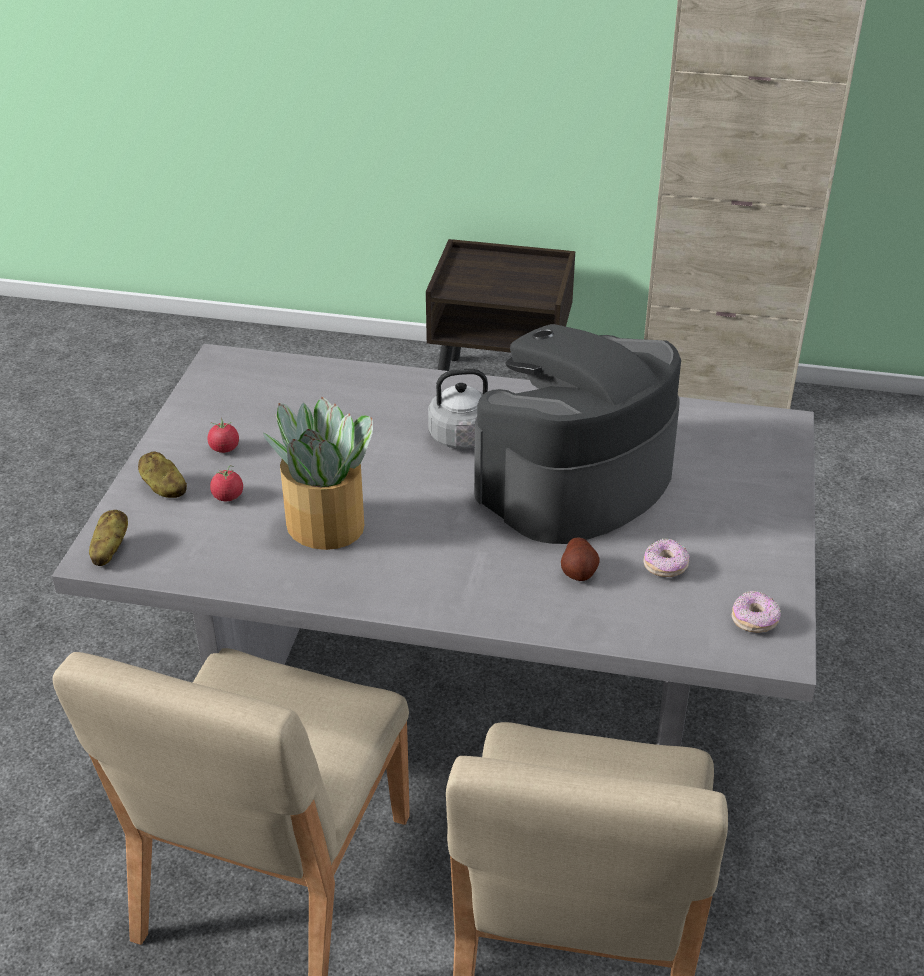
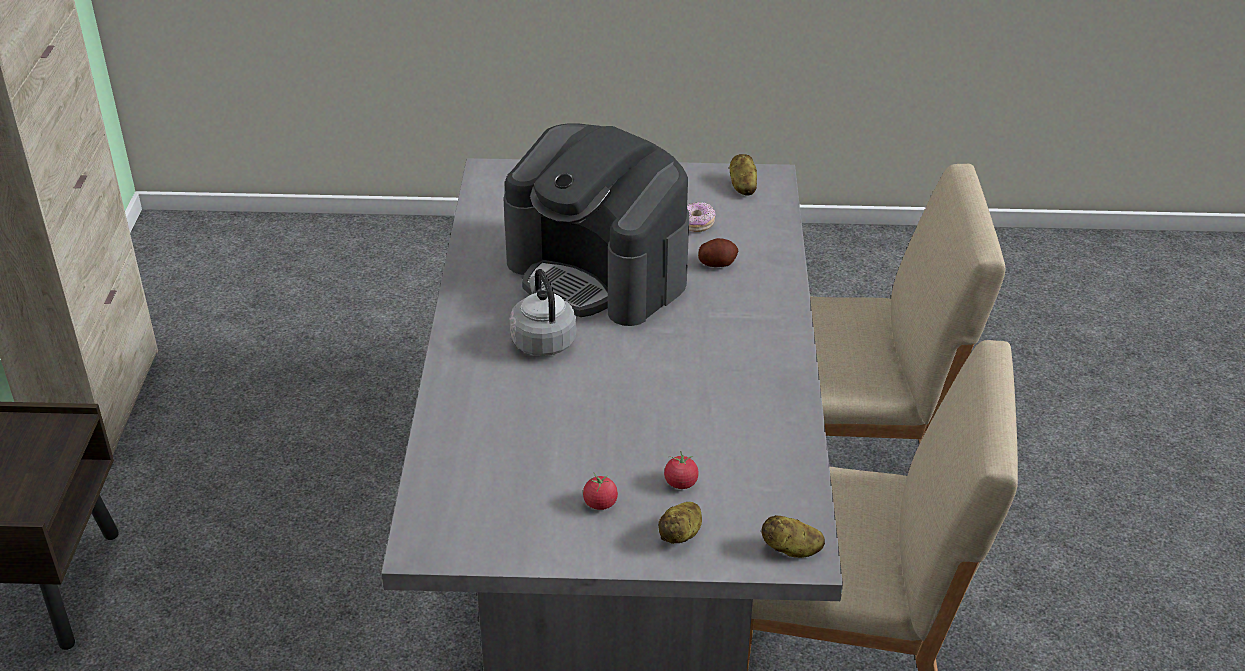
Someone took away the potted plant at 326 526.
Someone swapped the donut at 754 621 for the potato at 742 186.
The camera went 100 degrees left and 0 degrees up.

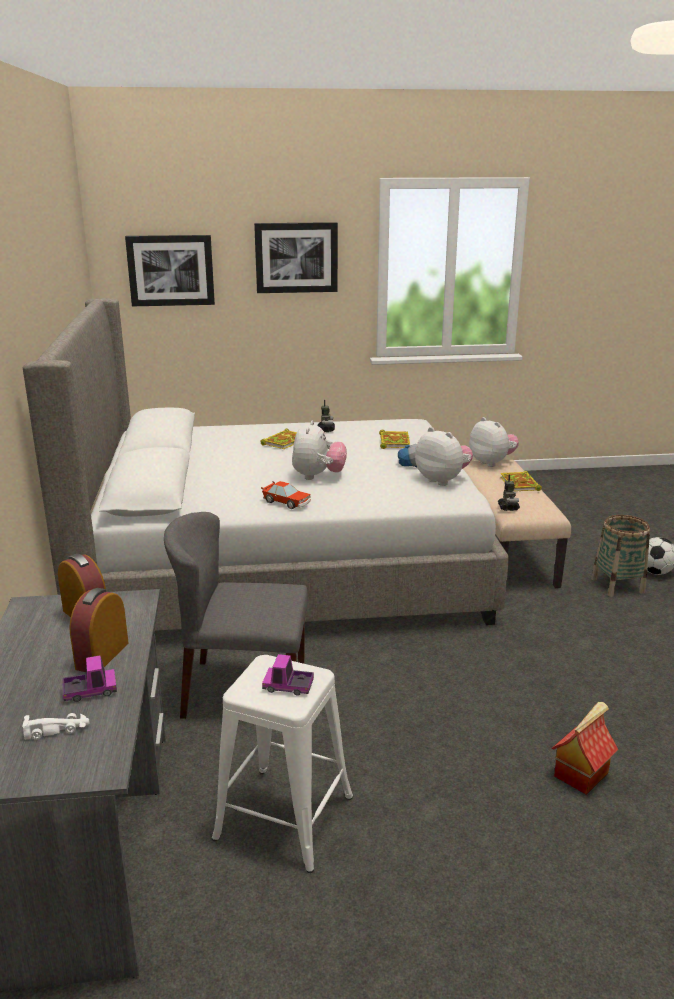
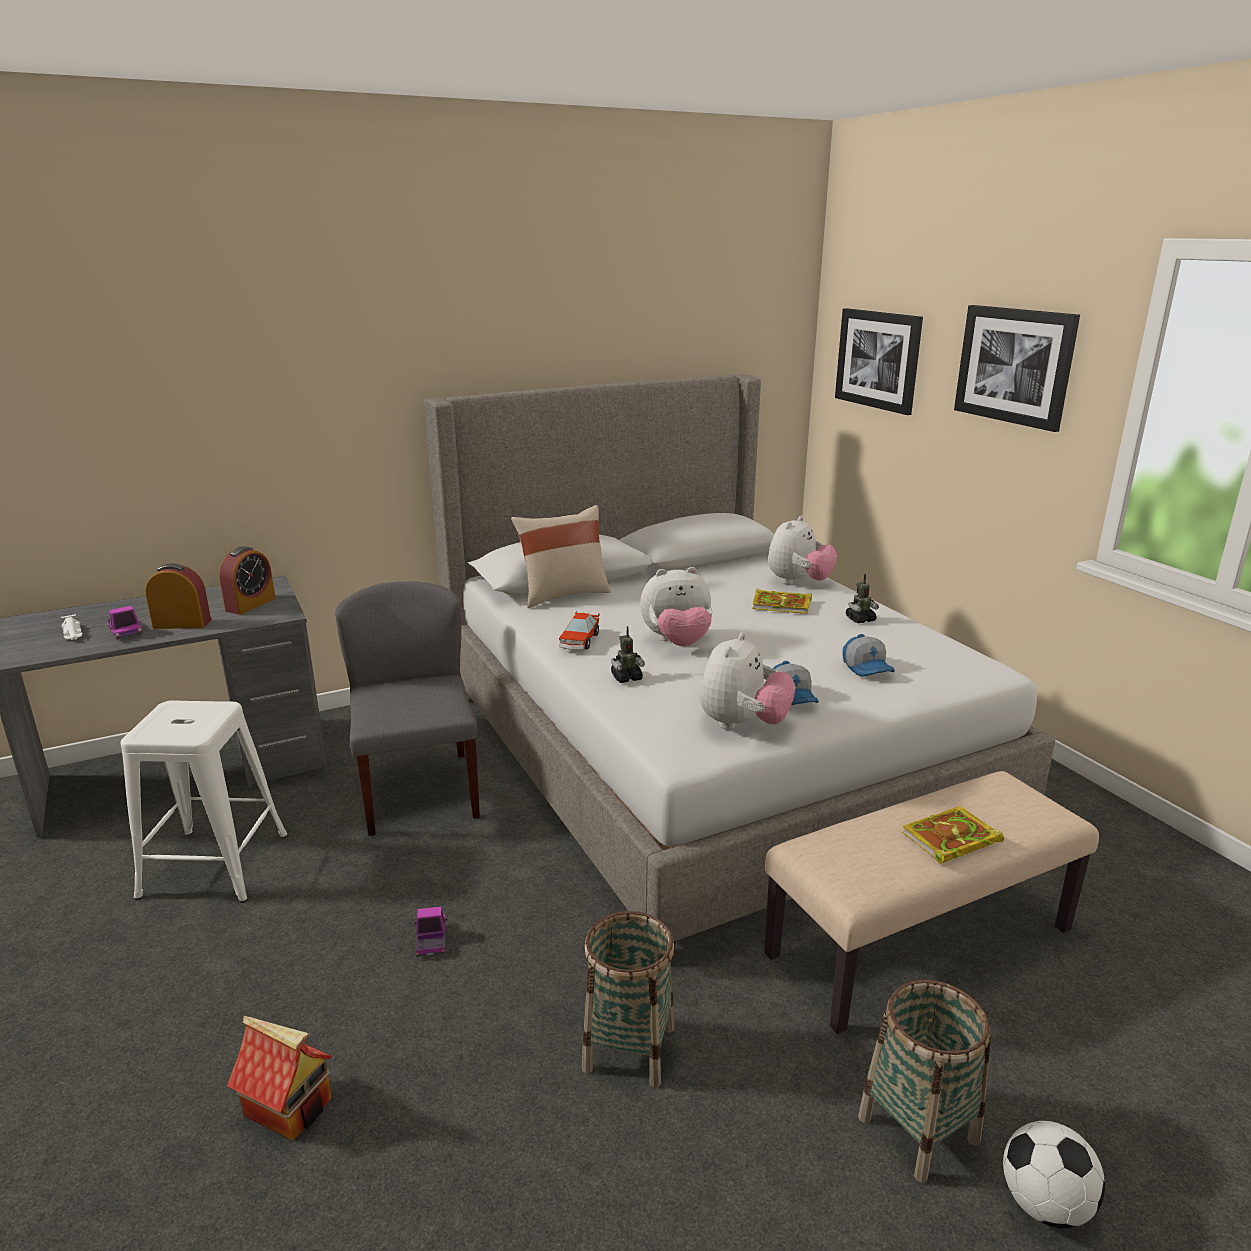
Someone put down the pillow (beige) at 563 595.
Someone put down the basket at 629 1048.
Someone carried the toy truck from 288 686 to 431 941.
Someone carried the plush toy from 492 463 to 798 582.
Someone carried the toy robot from 508 508 to 626 677.
Someone swapped the book at 394 442 for the cap at 868 668.
The camera went 70 degrees right and 0 degrees up.

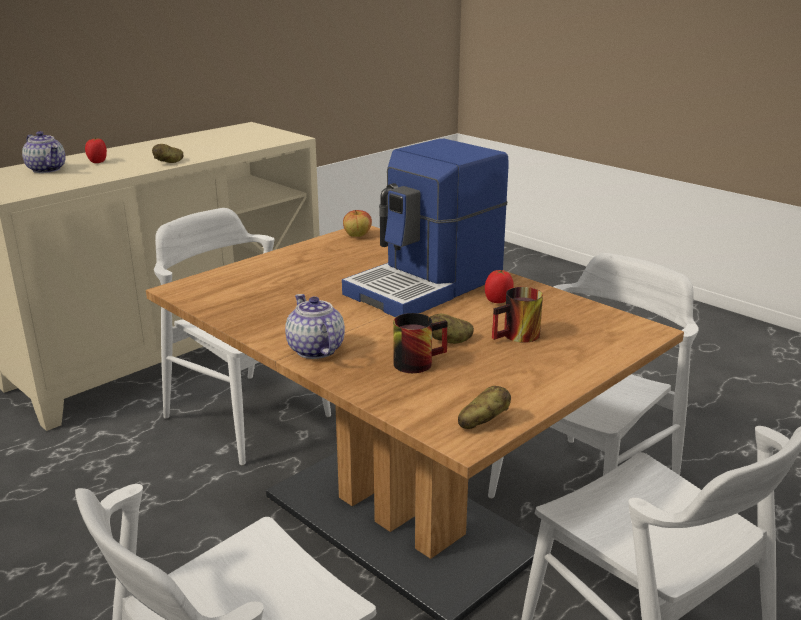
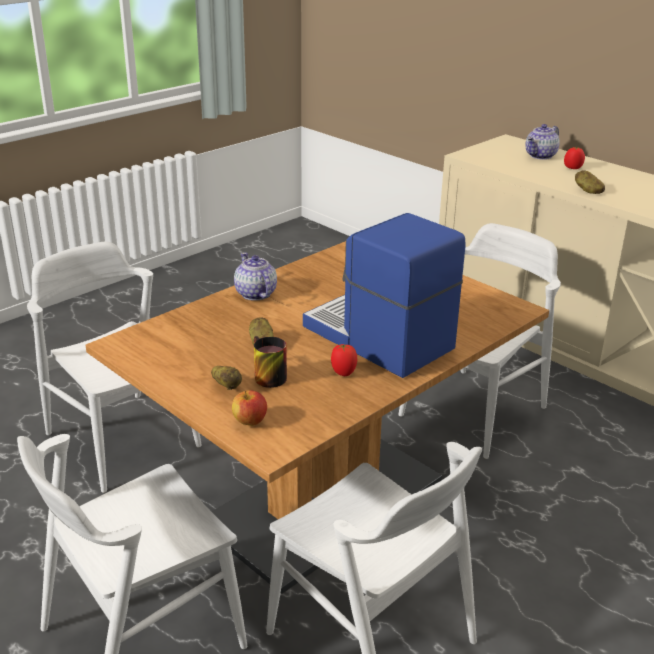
Someone took away the mug at 417 360.
Someone carried the apple from 357 235 to 250 421.
Someone carried the potato from 482 422 to 227 386.
Someone rotated the teapot at 314 350 by 90 degrees counterclockwise.
The camera went 90 degrees right and 5 degrees up.

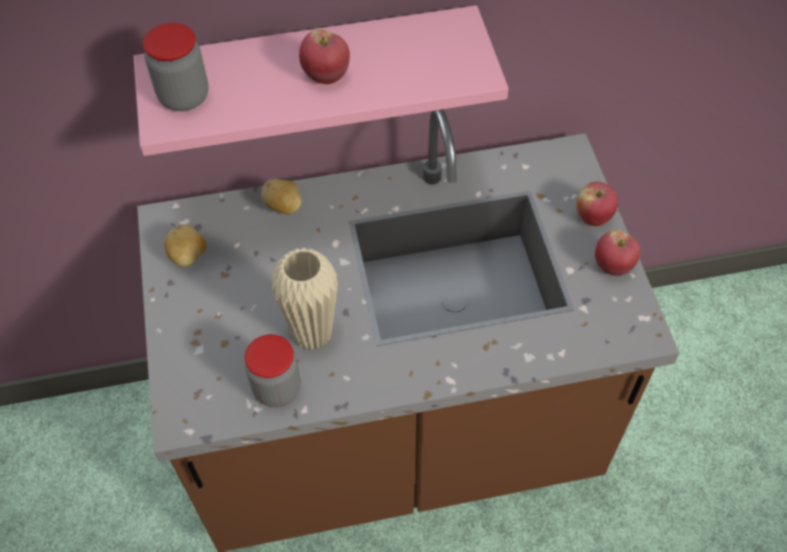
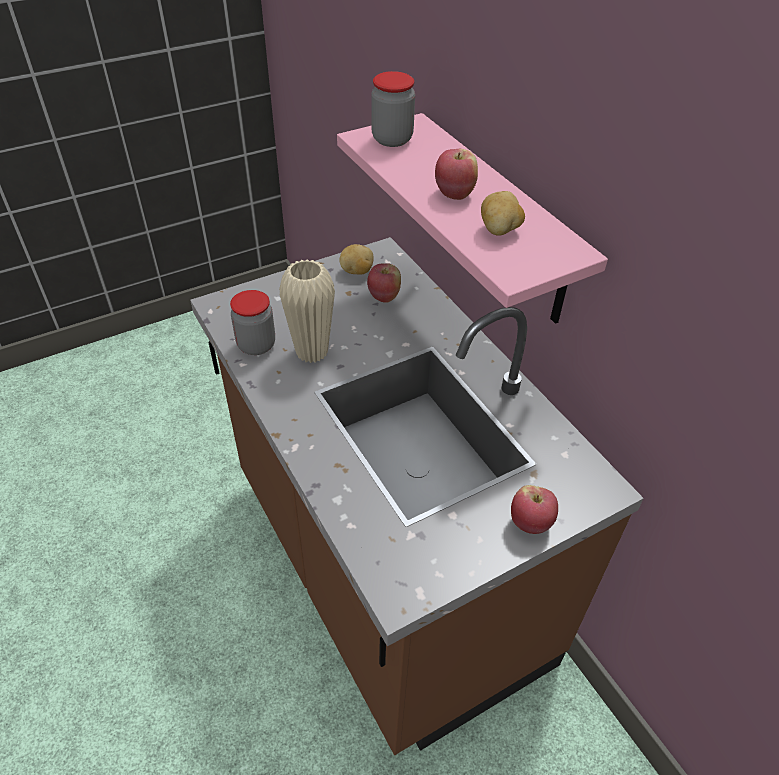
Someone carried the potato from 284 207 to 499 230.
Someone carried the apple from 613 266 to 384 296.
The camera went 70 degrees right and 10 degrees down.

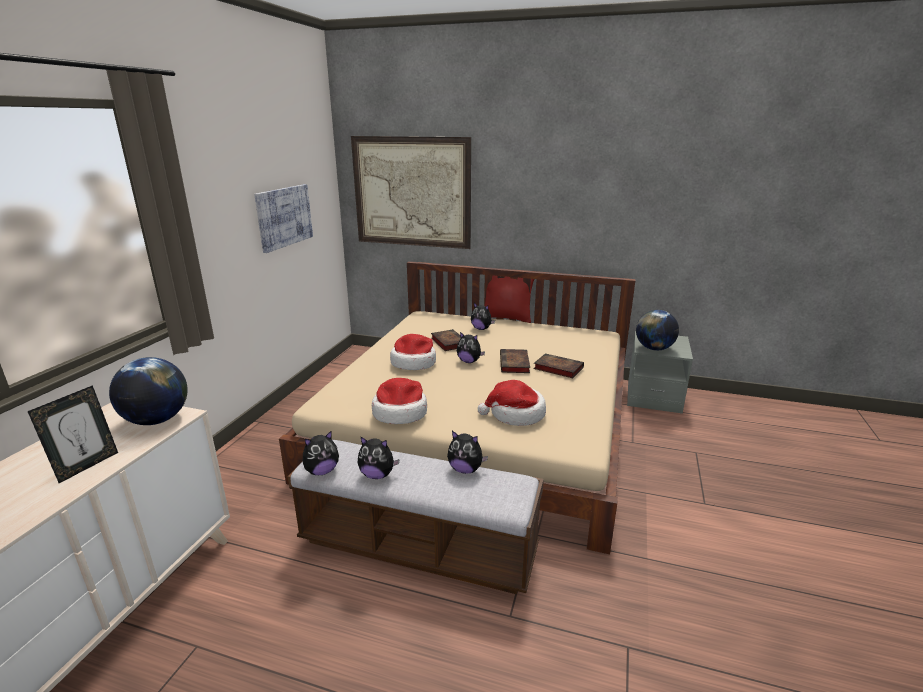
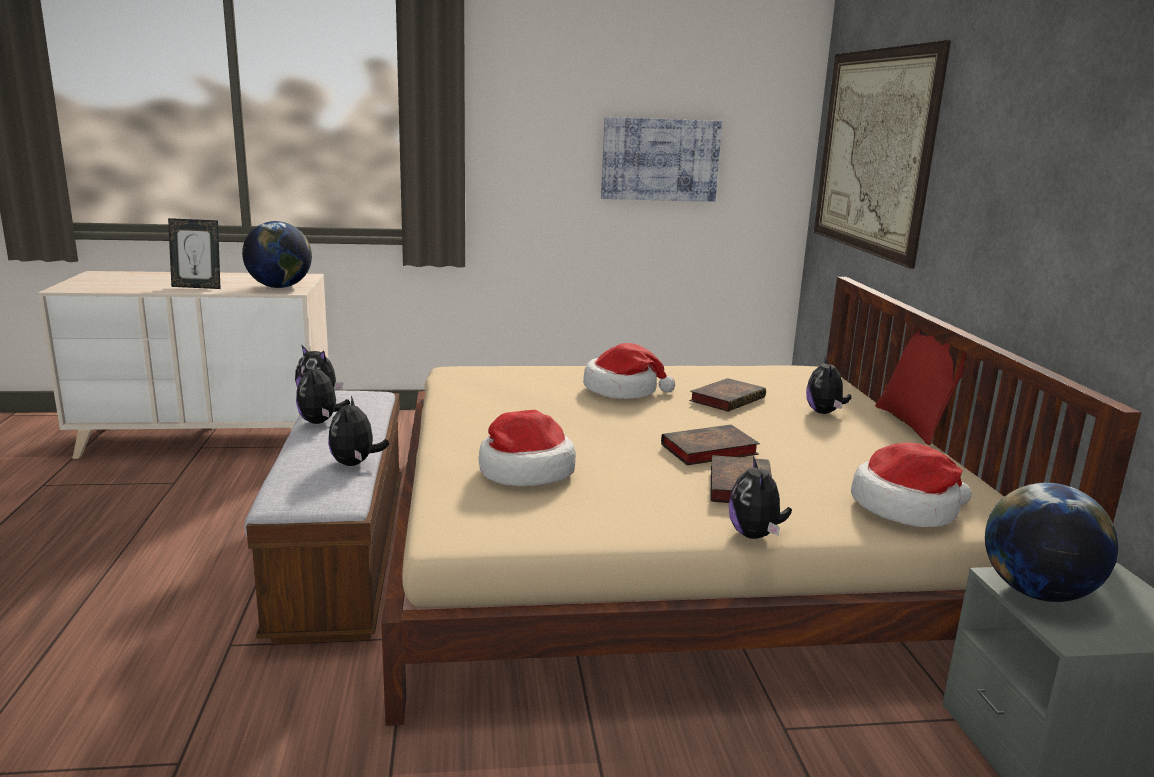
Someone carried the hat from 400 412 to 906 508.
Someone carried the plush toy from 469 361 to 755 535.
The camera went 65 degrees right and 5 degrees down.

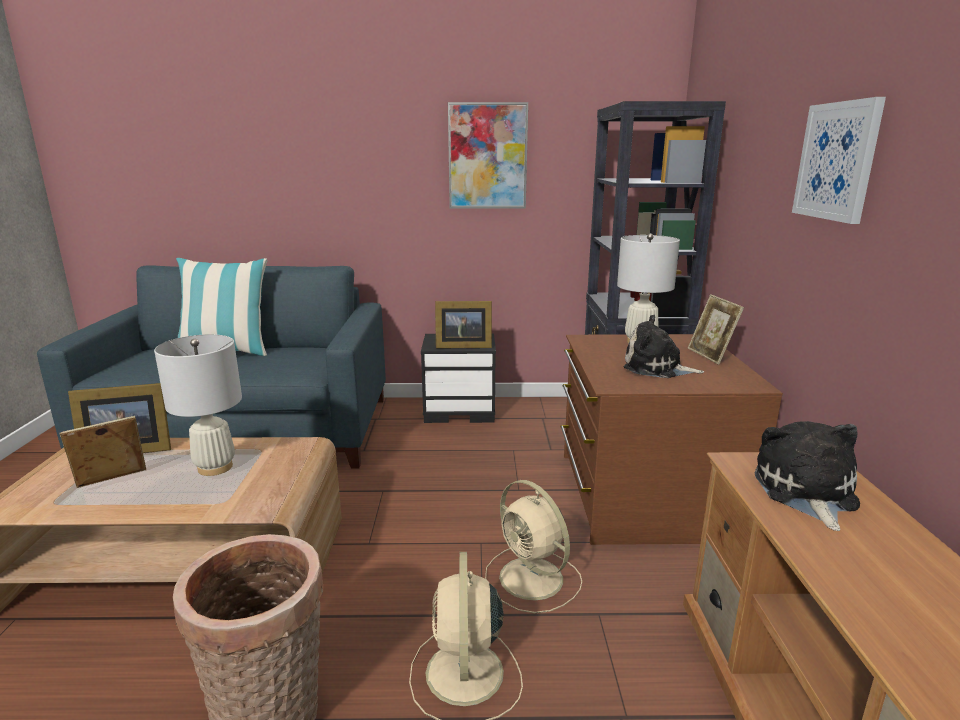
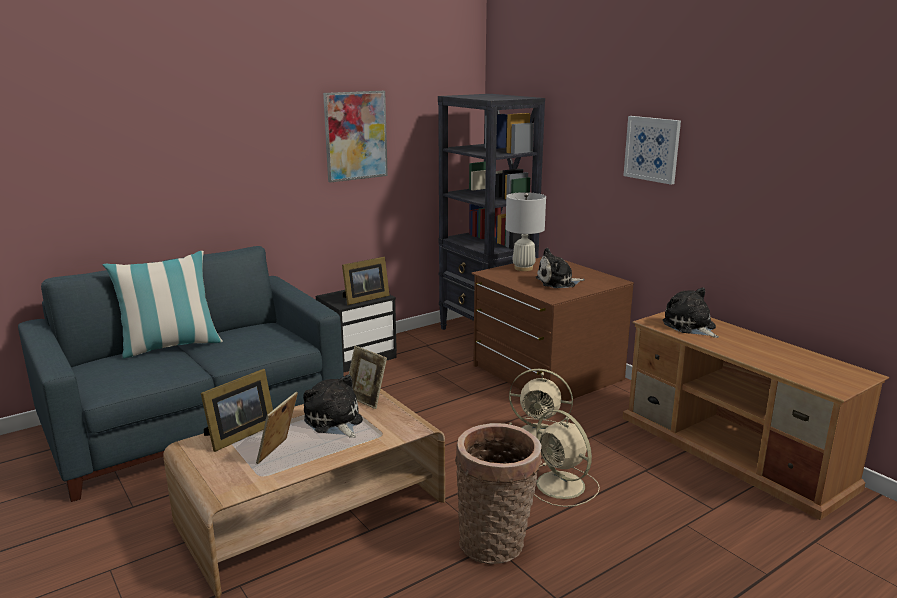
Someone carried the picture frame from 710 355 to 366 399.
Someone swapped the table lamp (white) at 215 467 for the plush toy at 334 421.
The camera went 35 degrees left and 0 degrees up.

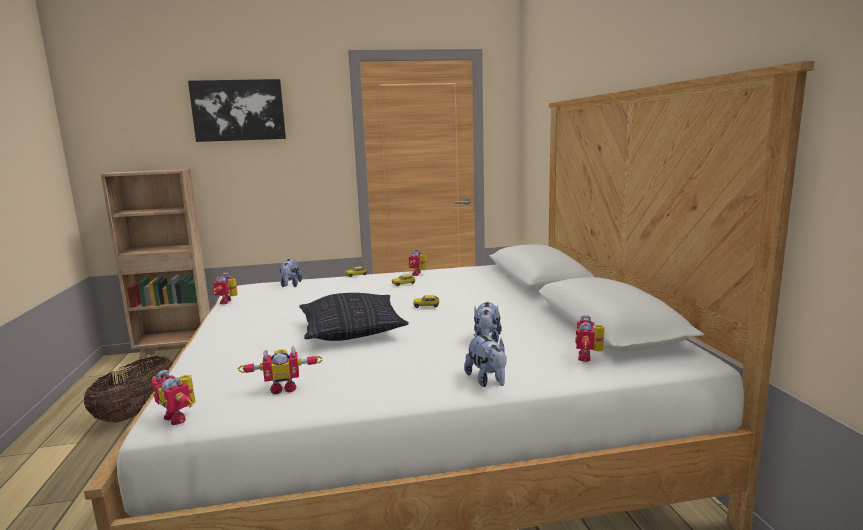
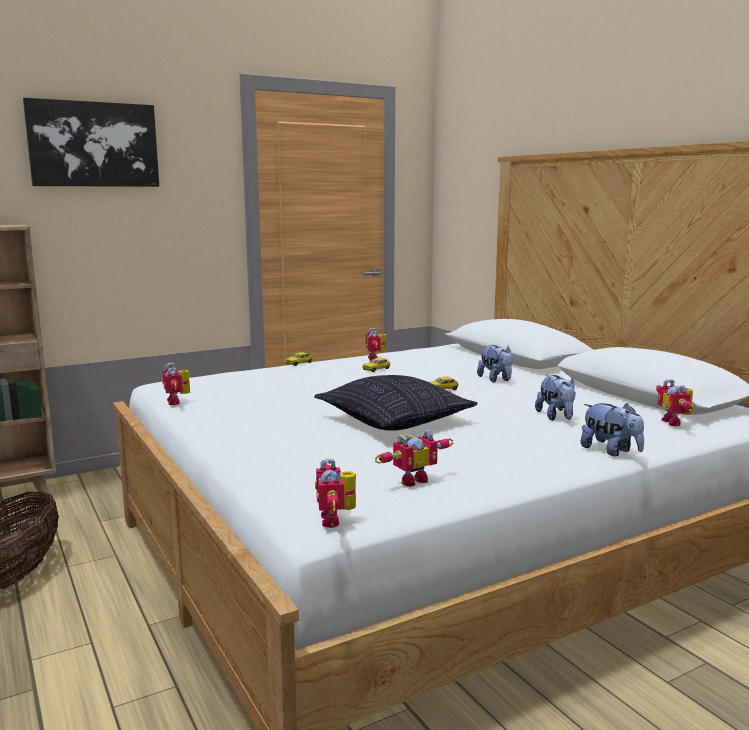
Someone carried the plush toy from 290 285 to 496 380.
Someone rotated the toy robot at 180 417 by 60 degrees clockwise.
The camera went 20 degrees left and 0 degrees up.

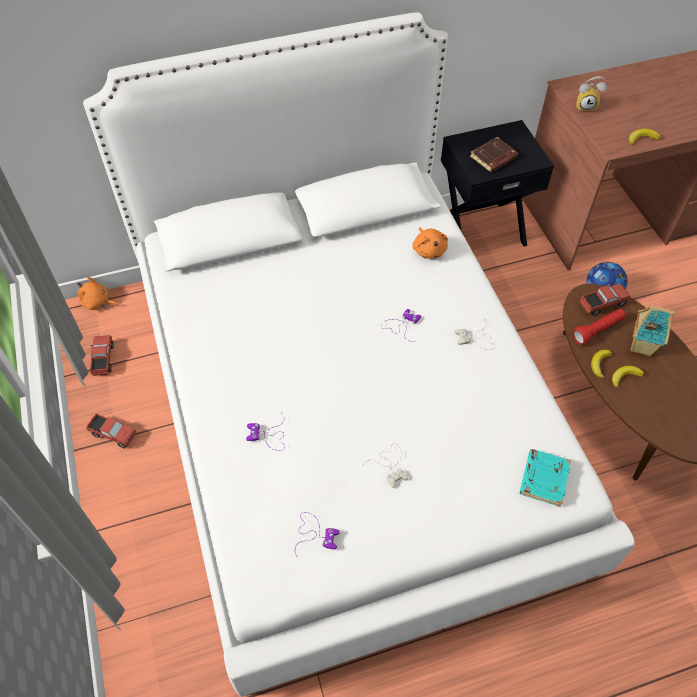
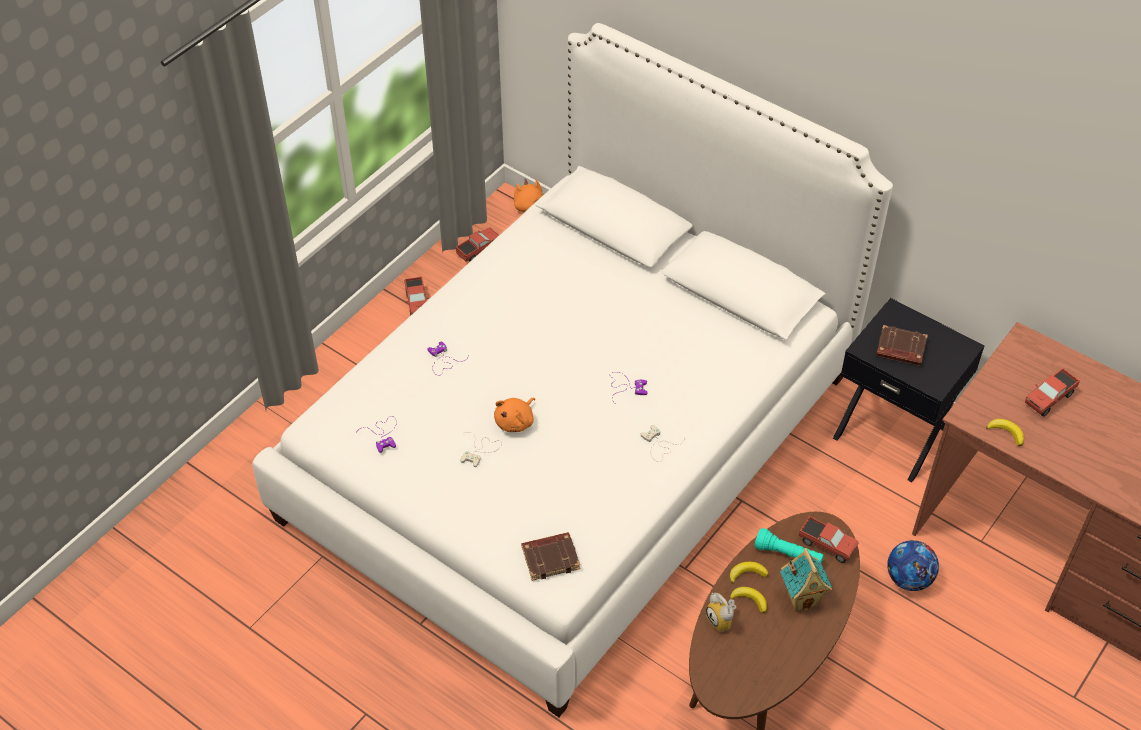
Someone put down the toy truck at 1049 399.
Someone carried the plush toy (orange) from 429 250 to 516 421.
Someone carried the alarm clock from 586 106 to 723 620.
Someone repainted the book (turquoise) at 543 478, which became the book (brown) at 551 558.
Someone repainted the flashlight (red) at 597 330, which became the flashlight (turquoise) at 788 554.
The camera went 55 degrees right and 5 degrees down.

